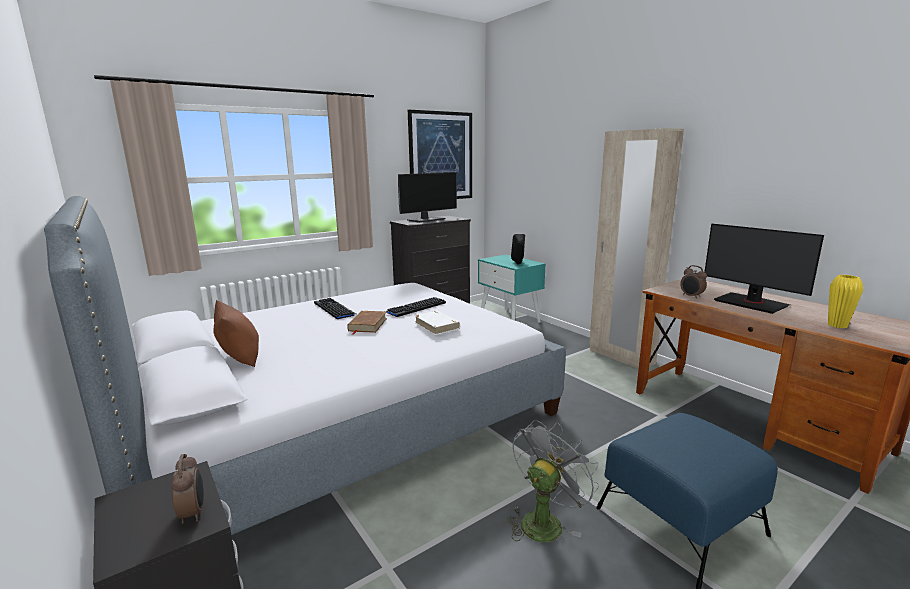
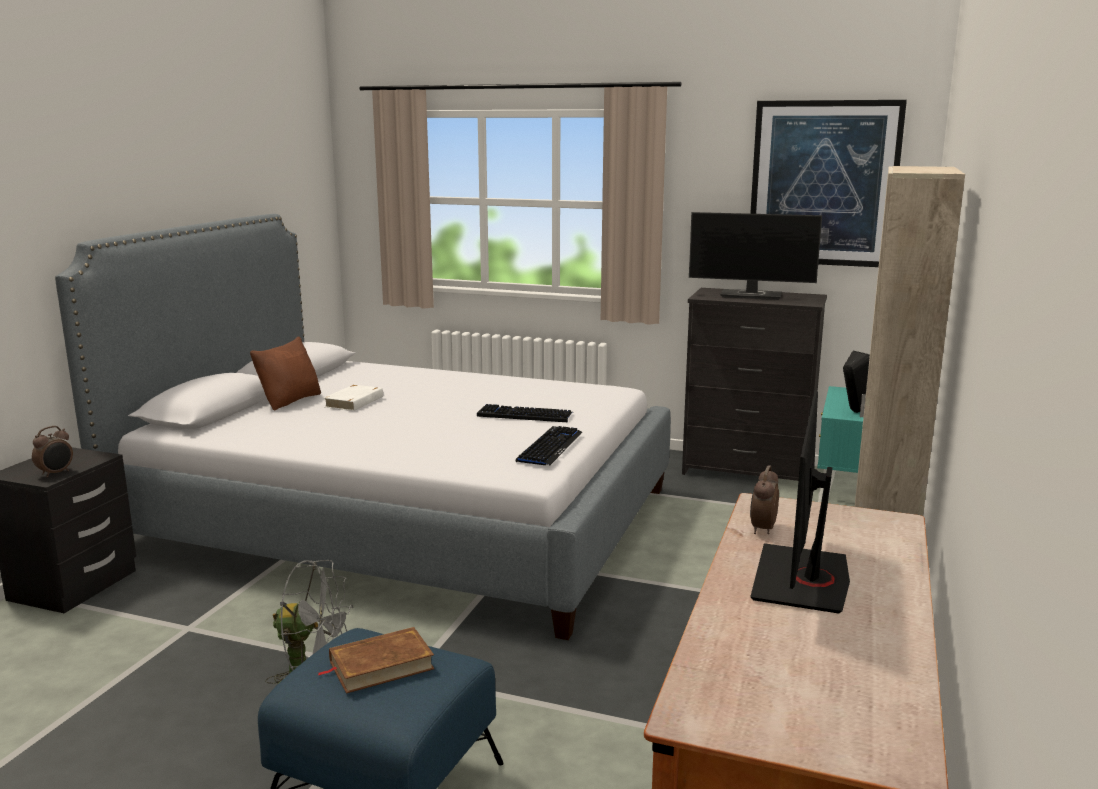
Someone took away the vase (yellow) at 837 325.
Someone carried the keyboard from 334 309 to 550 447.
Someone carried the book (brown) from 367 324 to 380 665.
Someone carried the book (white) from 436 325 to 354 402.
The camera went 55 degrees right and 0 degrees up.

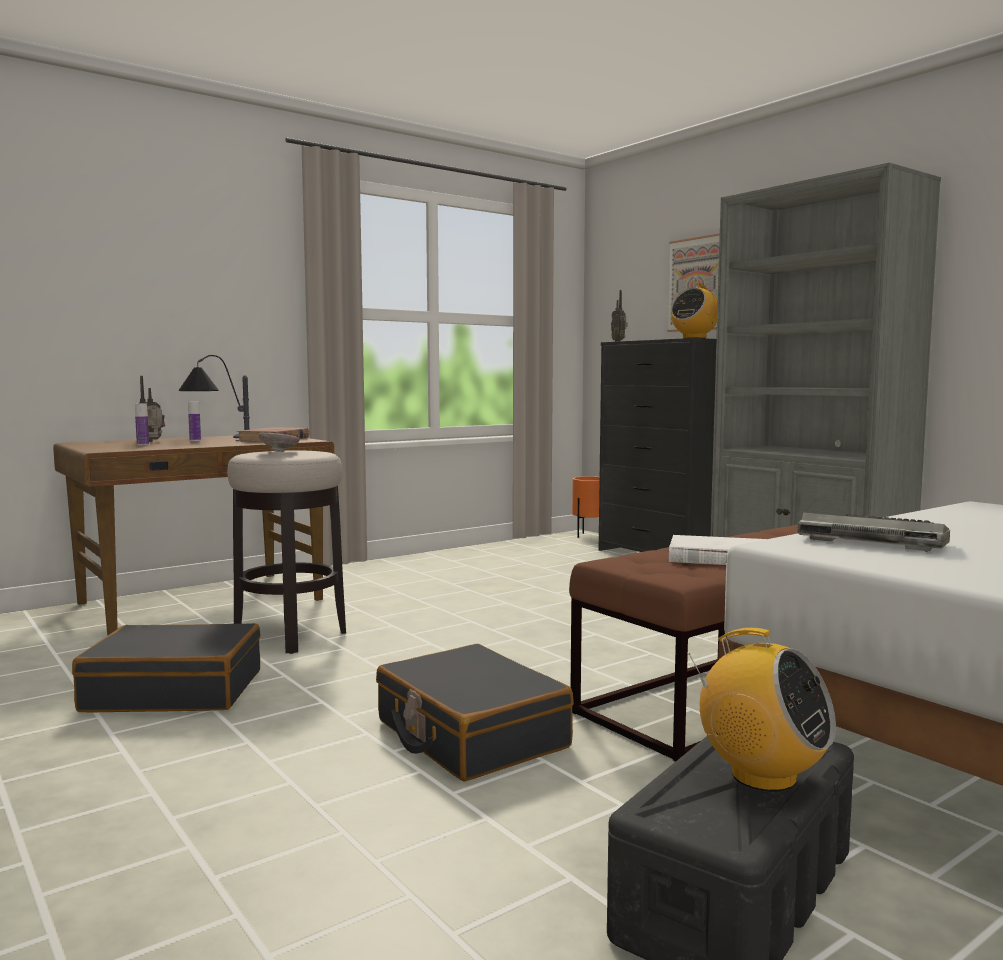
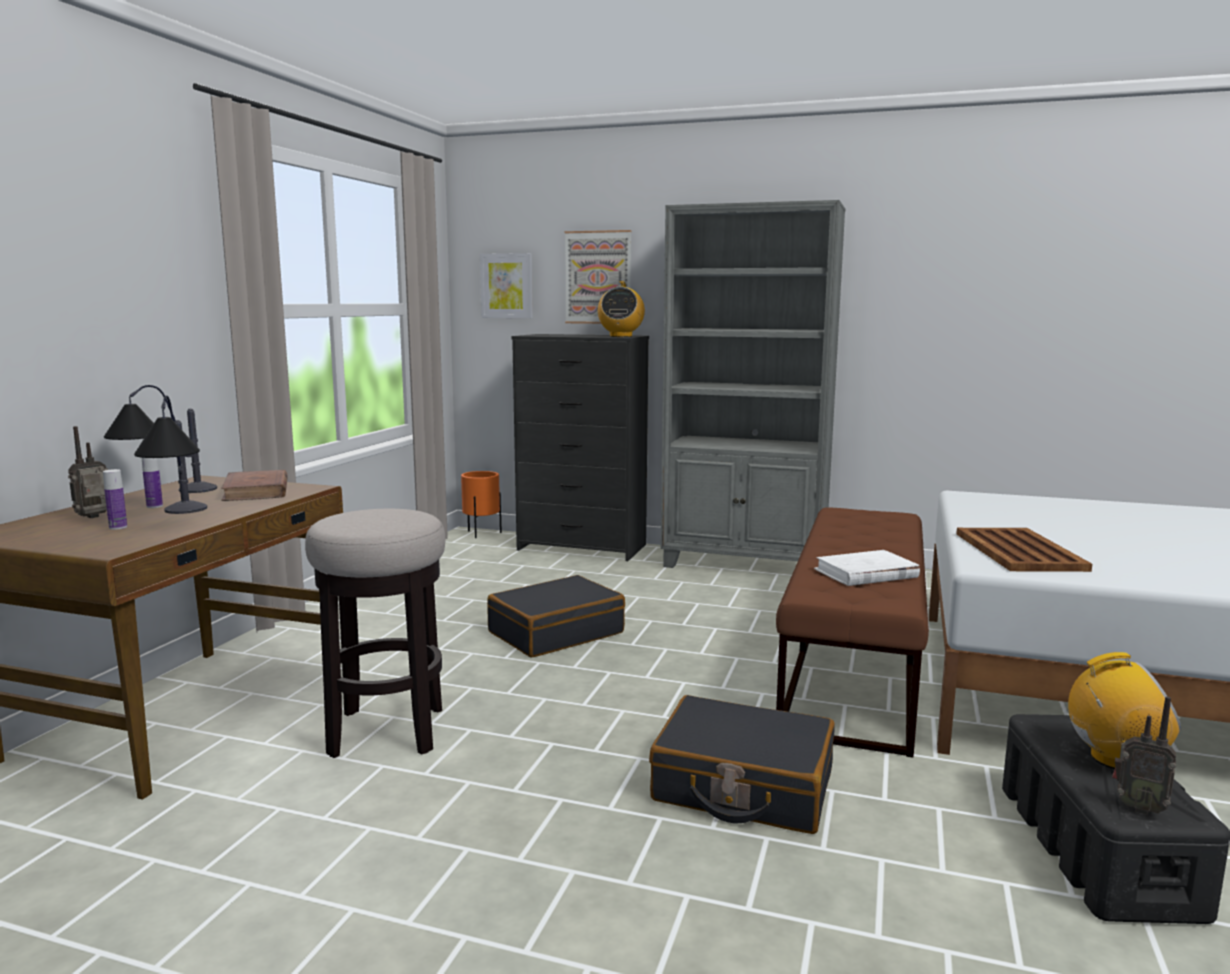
Someone took away the bowl (grey) at 280 451.
Someone put down the table lamp at 179 518.
Someone put up the picture at 507 286.
Someone carried the suitcase (black) from 174 691 to 555 632.
Someone carried the radio from 619 342 to 1138 807.
Someone swapped the keyboard at 870 542 for the tray (brown) at 1019 552.
The camera went 35 degrees left and 5 degrees up.

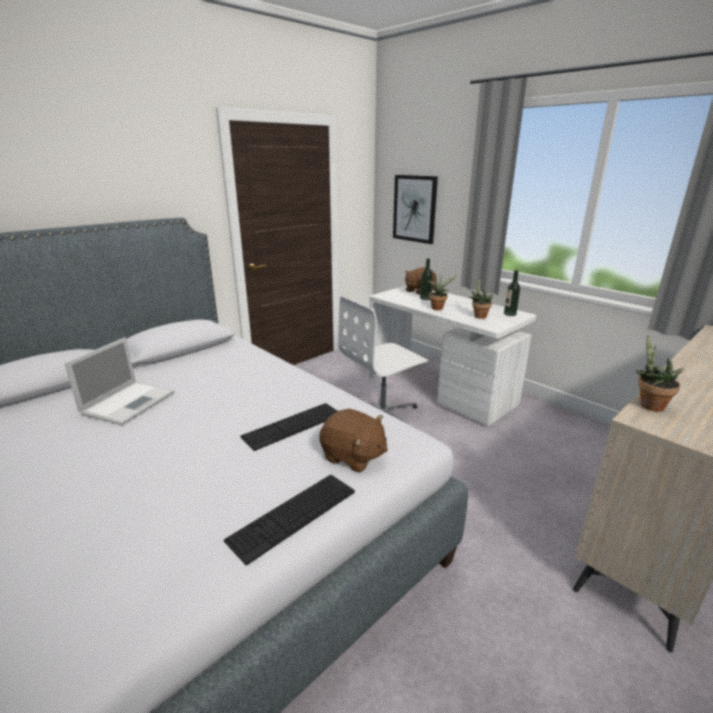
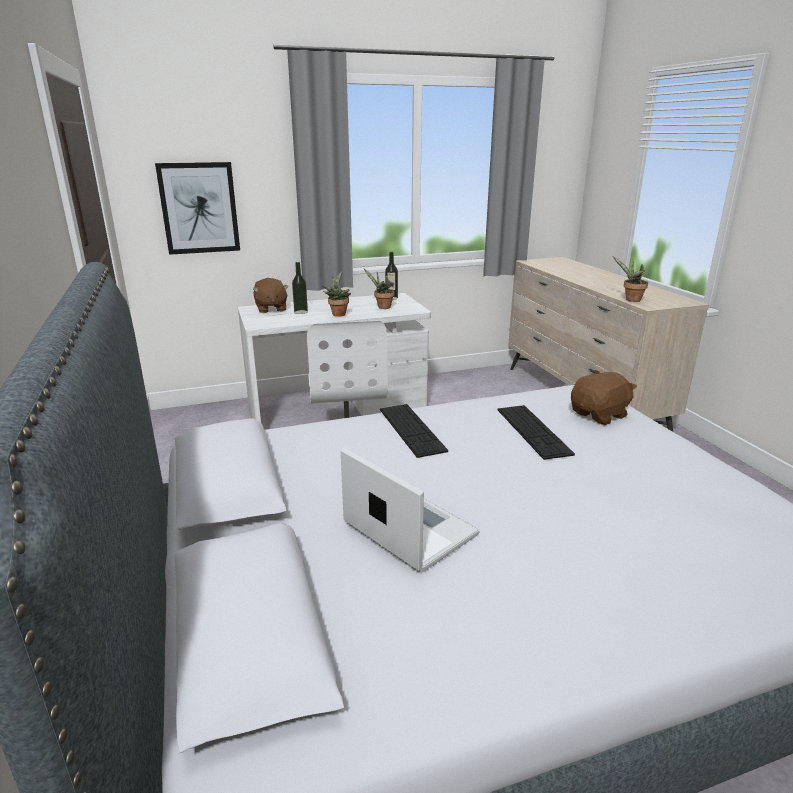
Someone carried the keyboard from 293 515 to 411 429.
The camera went 65 degrees left and 0 degrees up.

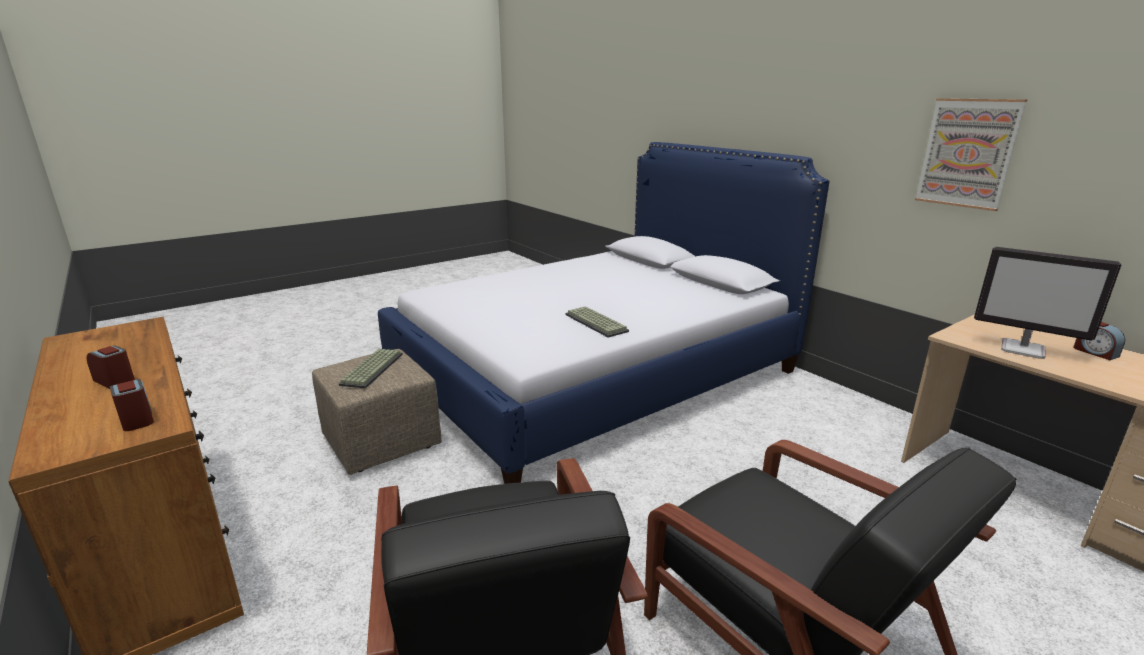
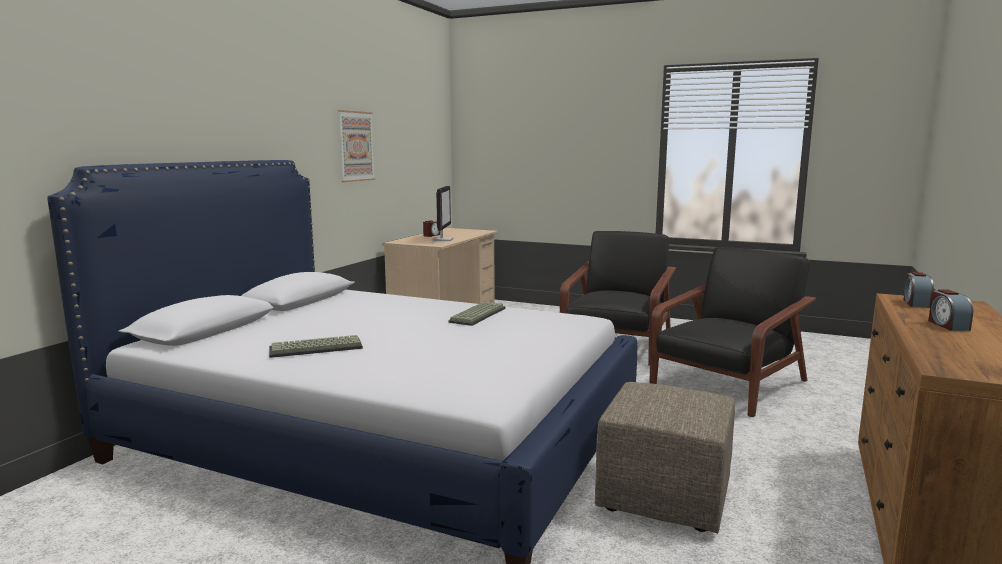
Someone carried the keyboard from 371 368 to 315 349.
The camera went 120 degrees left and 10 degrees down.

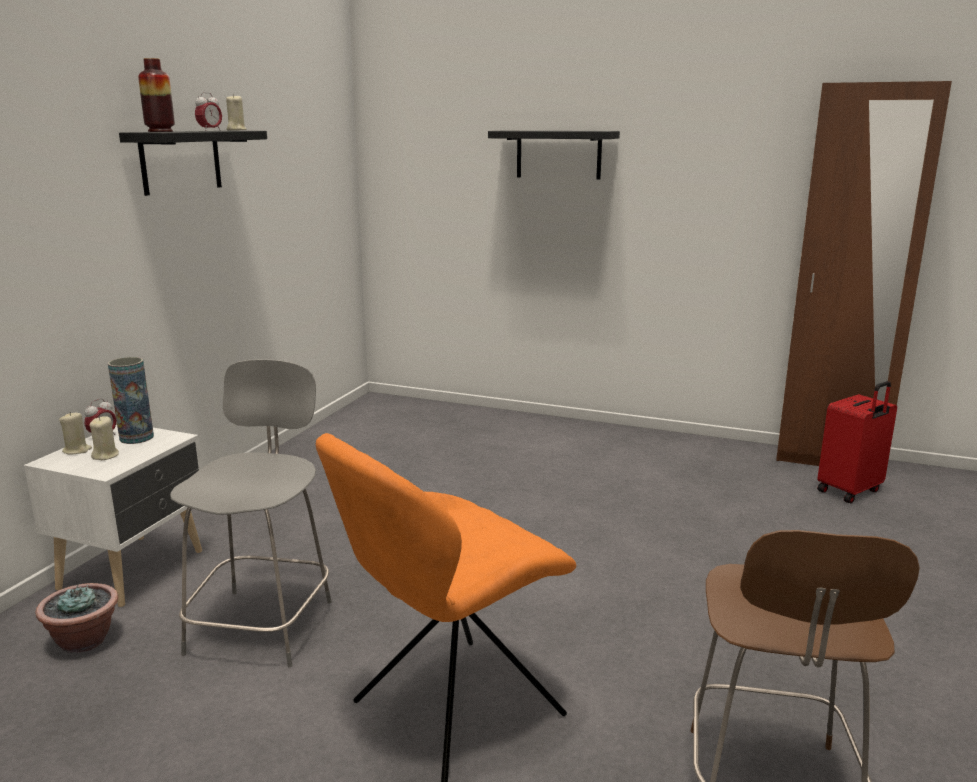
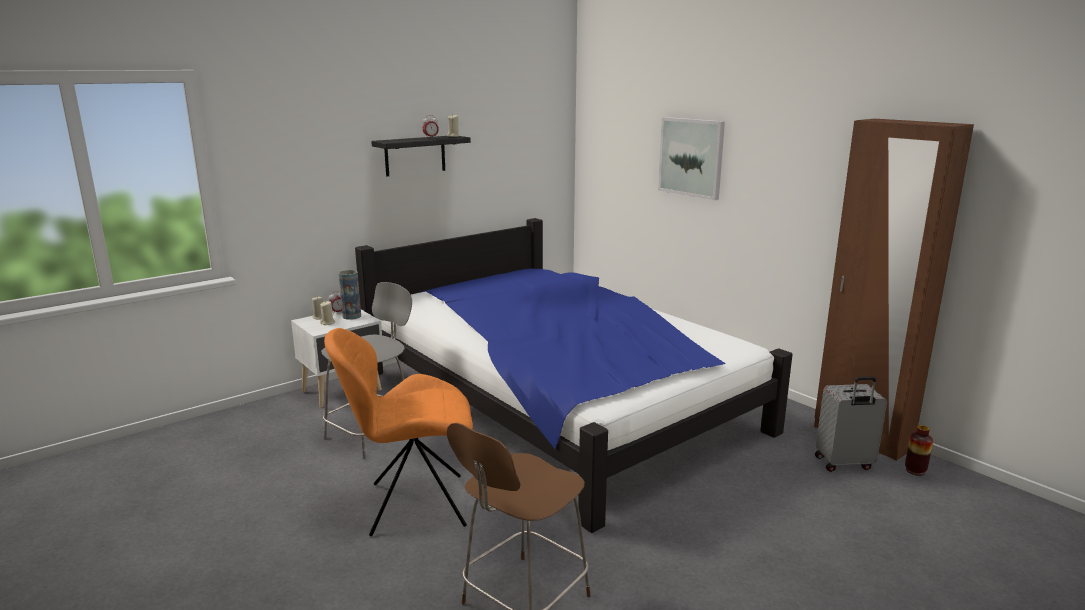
Someone took away the potted plant at 84 641.
Someone put down the bed at 557 400.
Someone carried the vase from 160 131 to 915 471.
Someone swapped the shelf (black) at 558 154 for the picture at 691 157.
Someone repainted the suitcase (red) at 850 491, which became the suitcase (grey) at 844 464.
The camera went 30 degrees right and 0 degrees up.

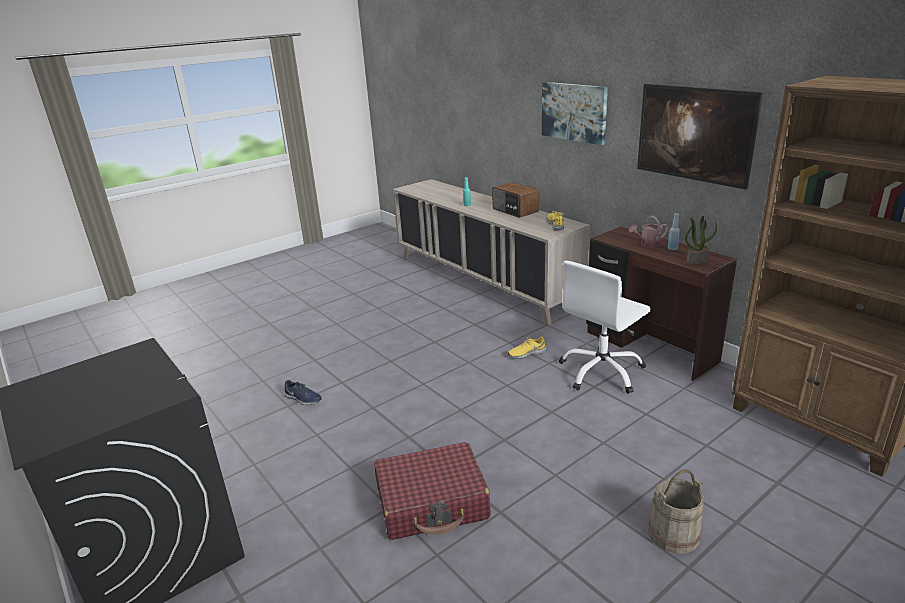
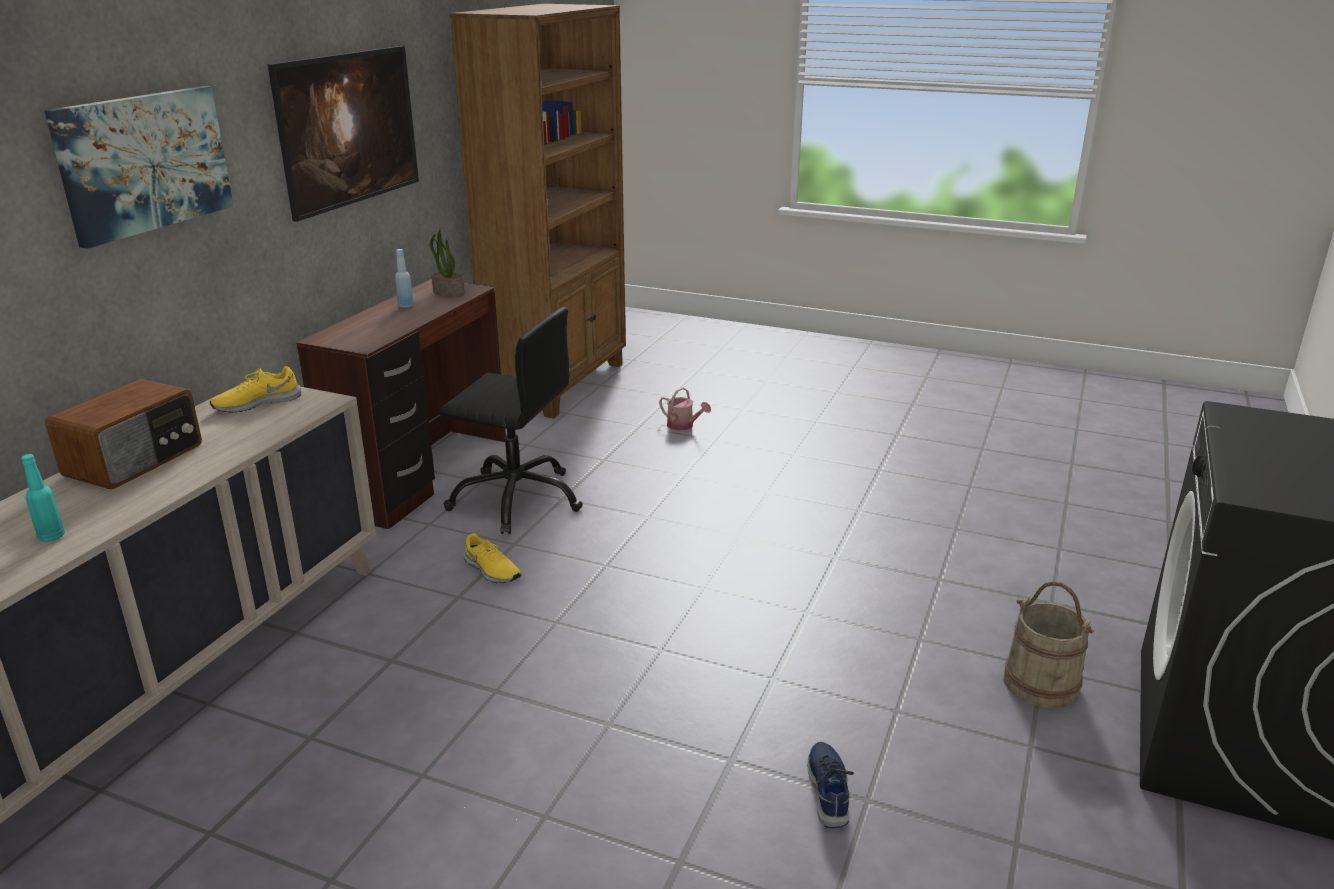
Someone took away the suitcase (red) at 432 503.
Someone carried the watering can from 648 244 to 683 426.
Someone carried the bucket (beige) from 674 534 to 1041 683.
Someone repainted the office chair (white) at 602 372, which became the office chair (black) at 516 499.
The camera went 120 degrees left and 0 degrees up.

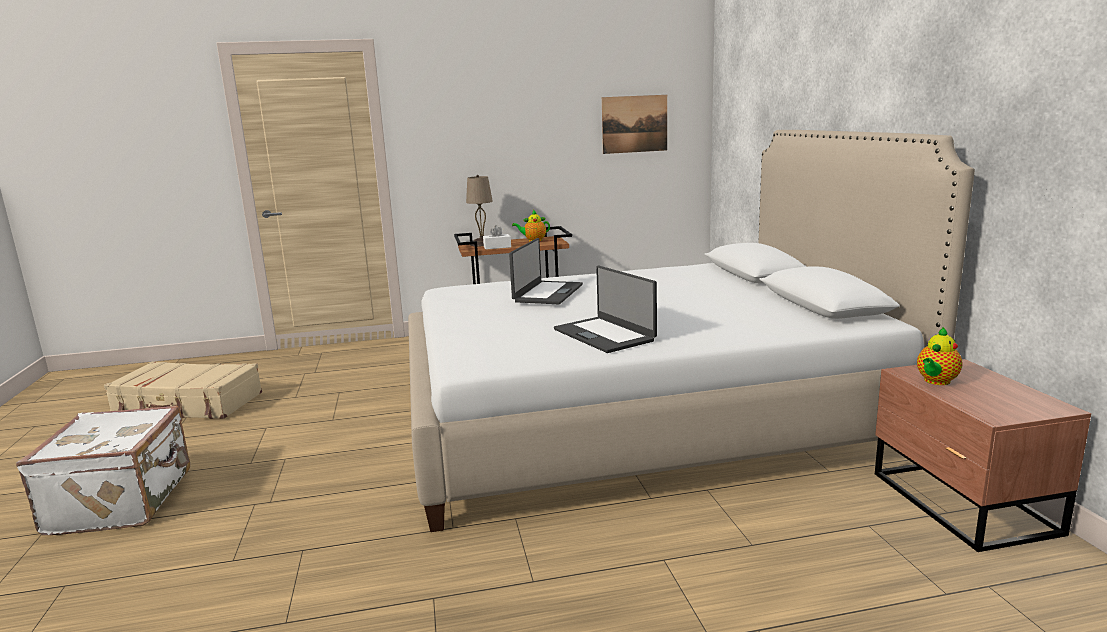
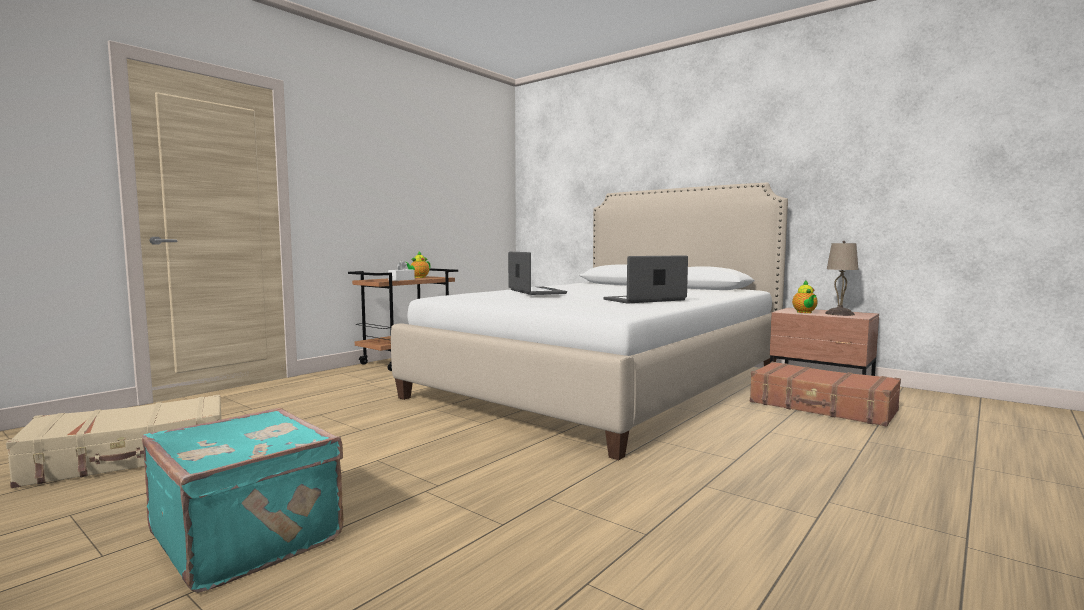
Someone took away the picture at 634 124.
Someone put down the suitcase (brown) at 822 407.
Someone carried the table lamp (beige) from 482 243 to 839 313.
Someone repainted the suitcase (white) at 124 501, which became the suitcase (turquoise) at 250 535.
Someone rotated the laptop at 605 335 by 135 degrees clockwise.
The camera went 40 degrees left and 10 degrees down.

